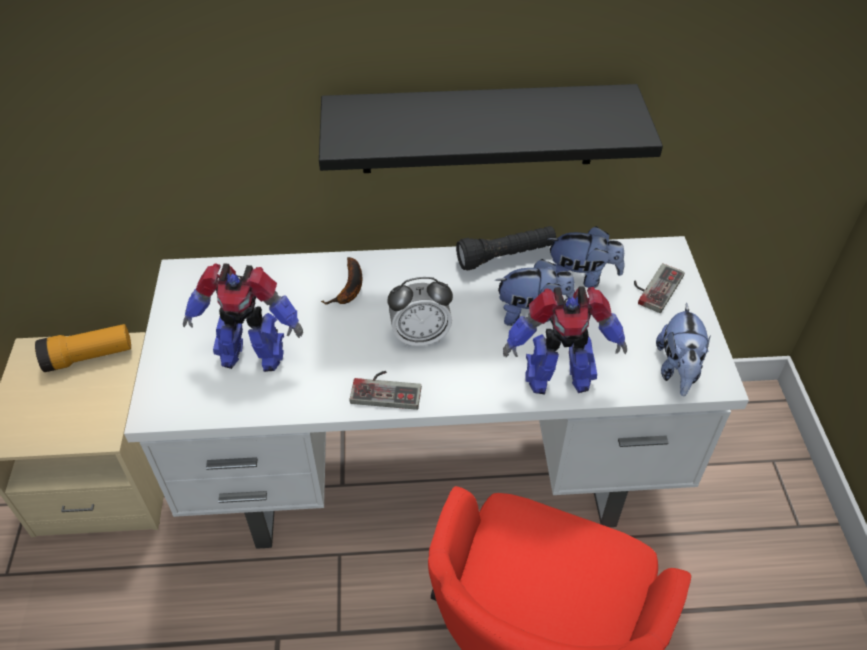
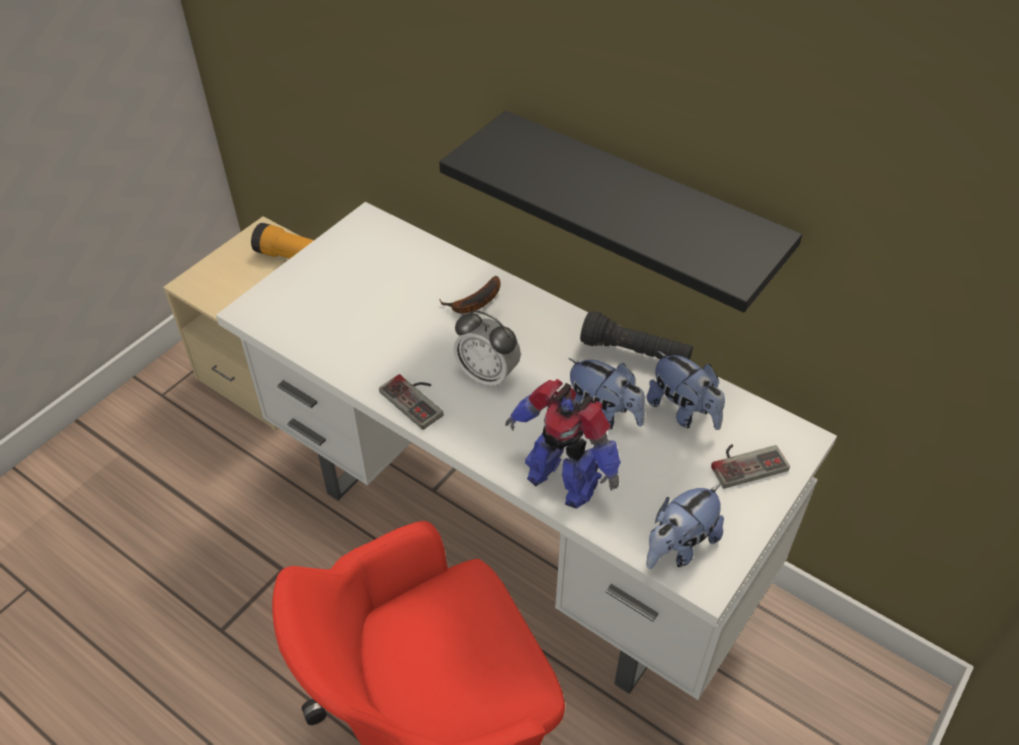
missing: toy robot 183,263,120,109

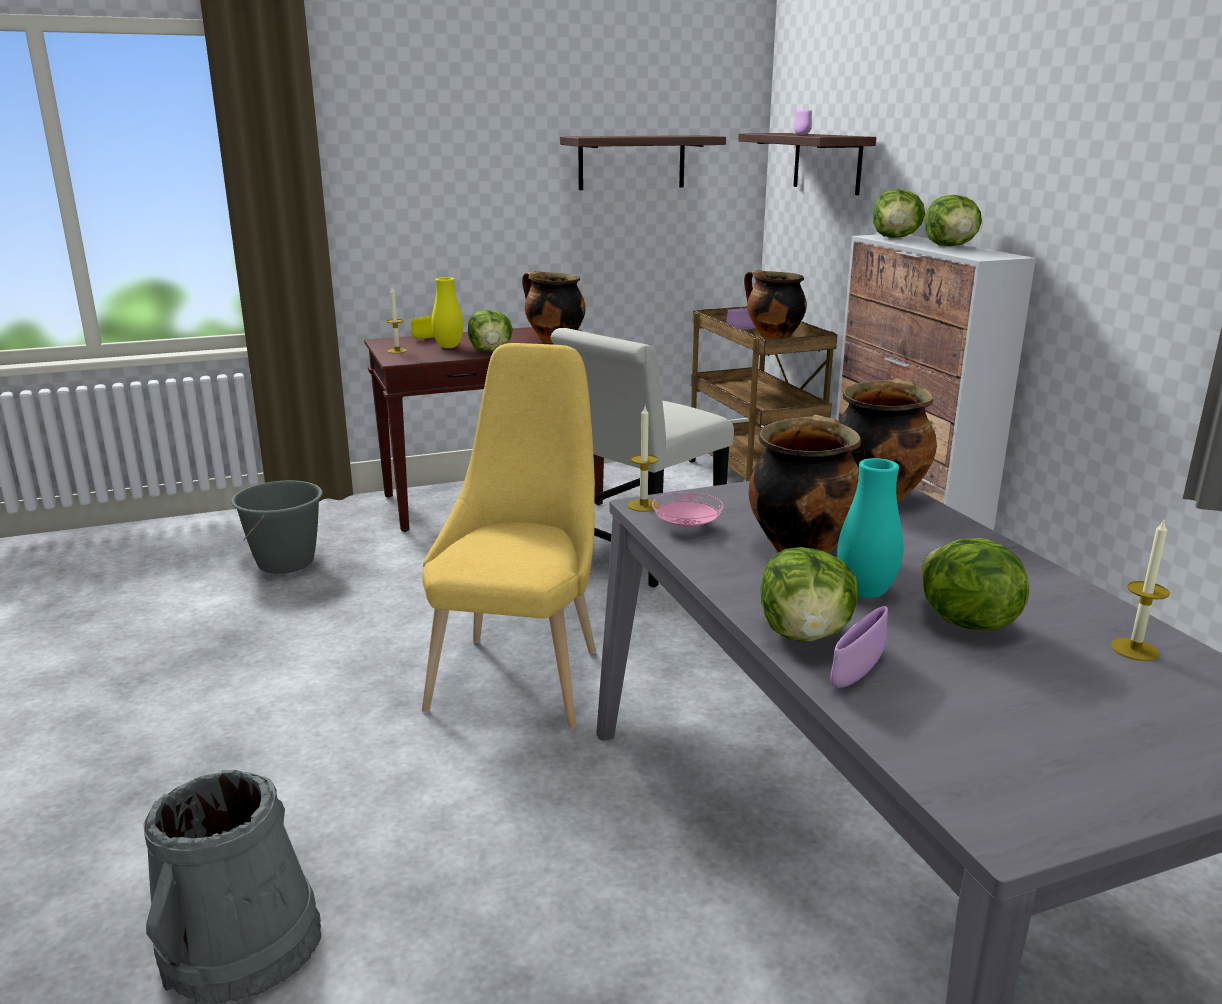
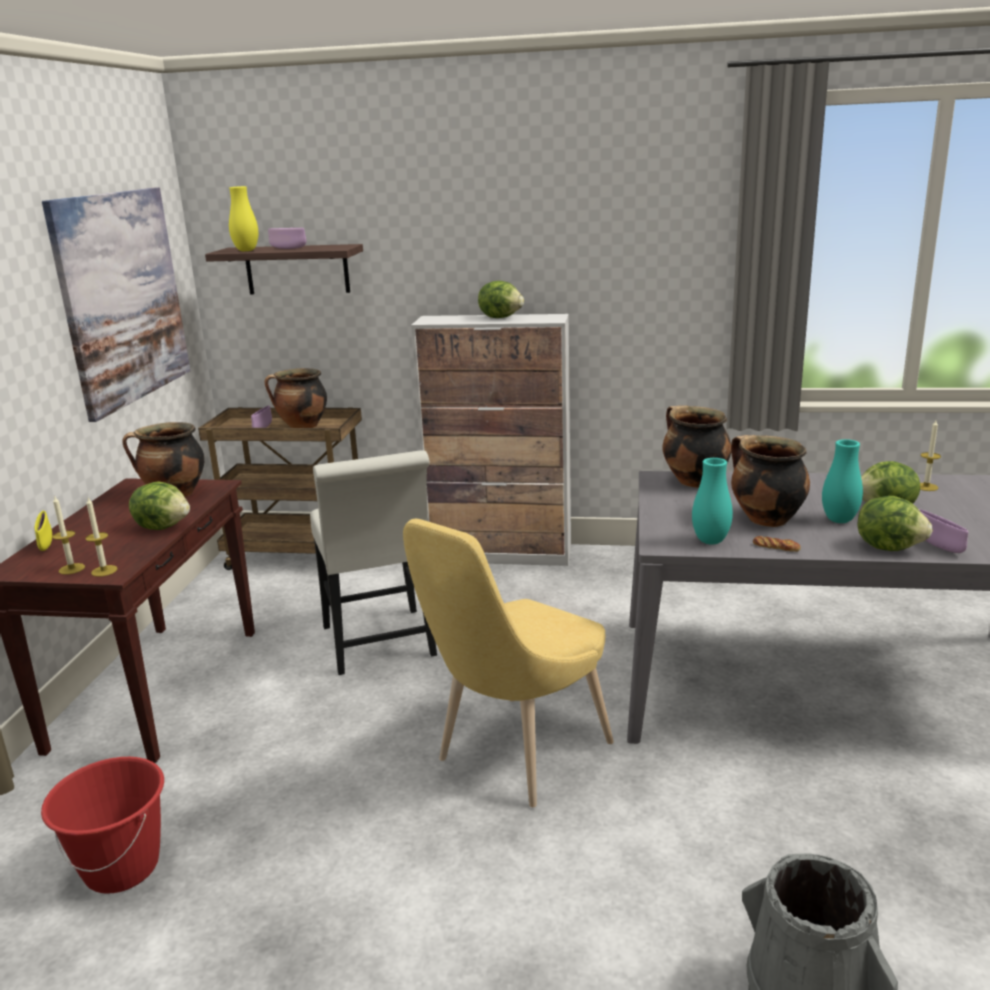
missing: lettuce 873,189,52,49
appeared: bread 753,536,48,16
relocated: yellow vase 432,277,31,71 to 229,186,29,65; candle 628,406,32,106 to 85,498,32,79
exchanged: shelf 560,135,166,55 to picture 42,187,148,235; pink plate 652,492,72,35 to turquoise vase 692,458,41,87
colour: grey bucket 231,481,92,93 to red bucket 41,757,123,137
spun: yellow chair 422,343,174,385 = 403,519,211,288 90 degrees counterclockwise

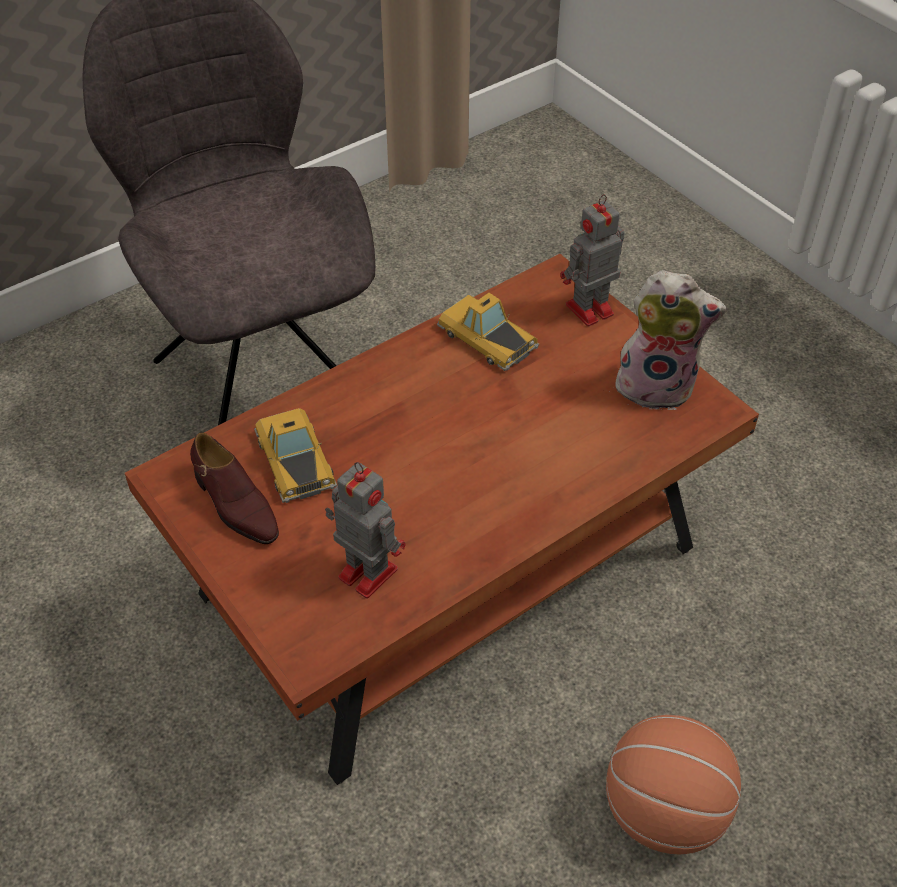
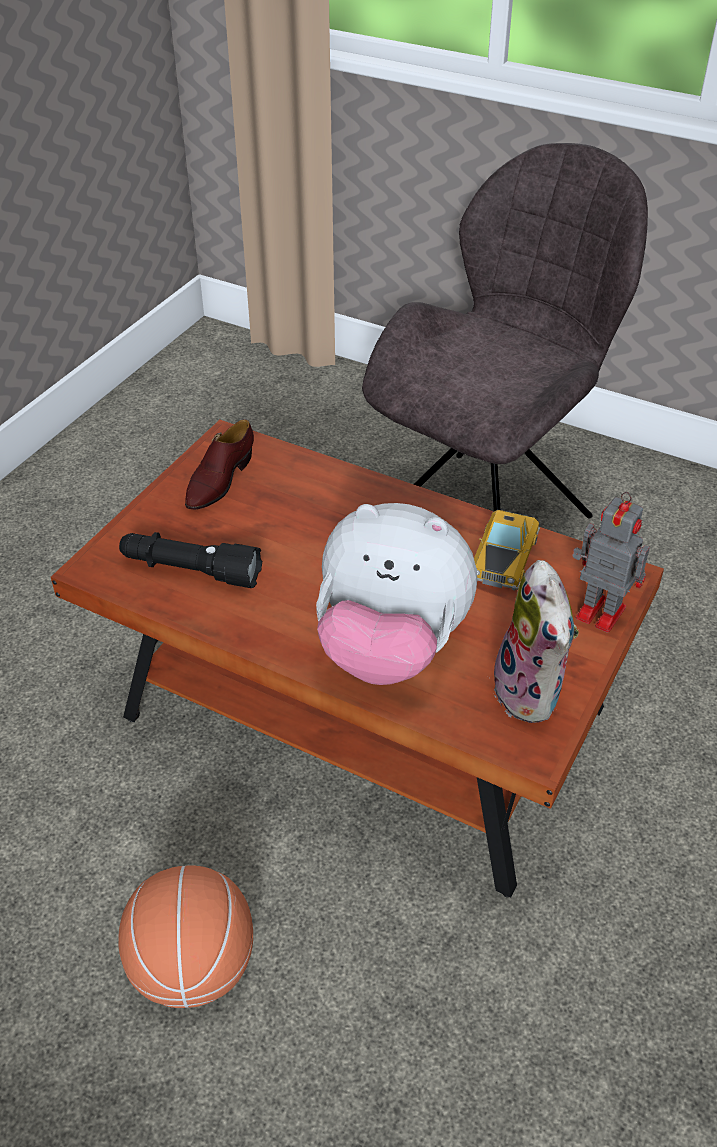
missing: toy car 254,408,83,95
appeared: plush toy 316,503,161,182
exchanged: toy robot 325,462,81,136 to black flashlight 119,532,143,56

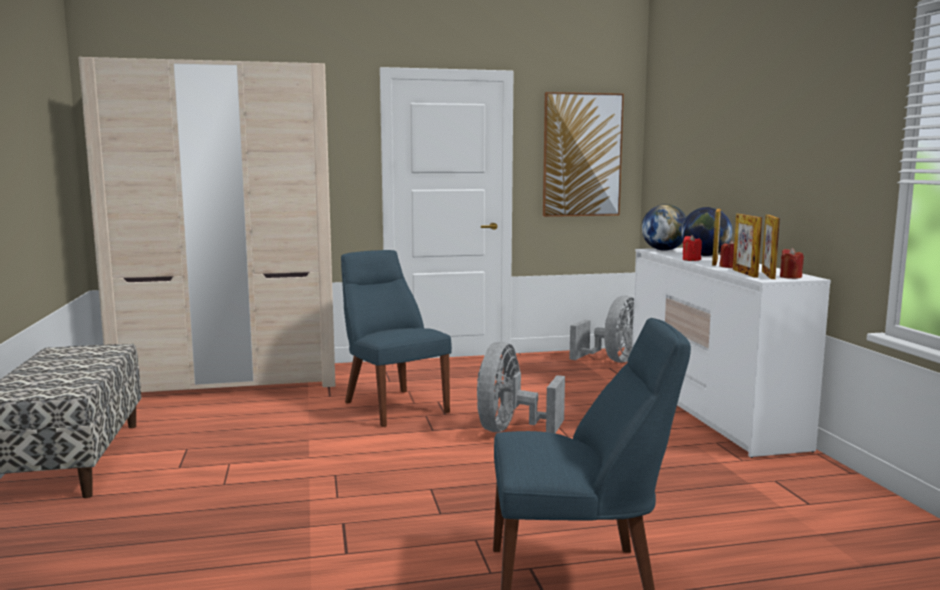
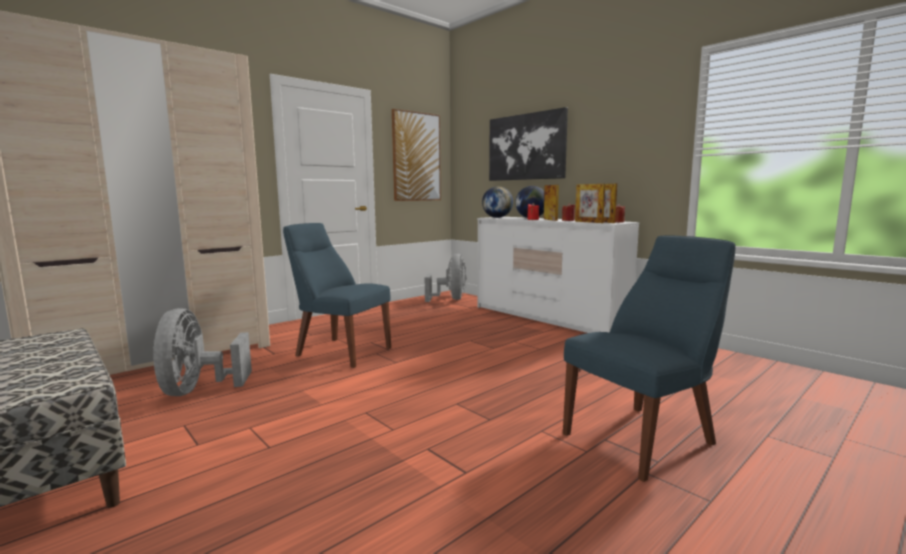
appeared: picture 489,107,79,74
relocated: grey fan 477,342,88,91 to 153,308,99,88

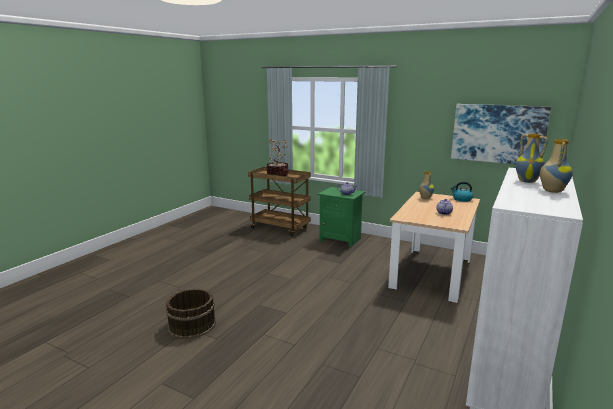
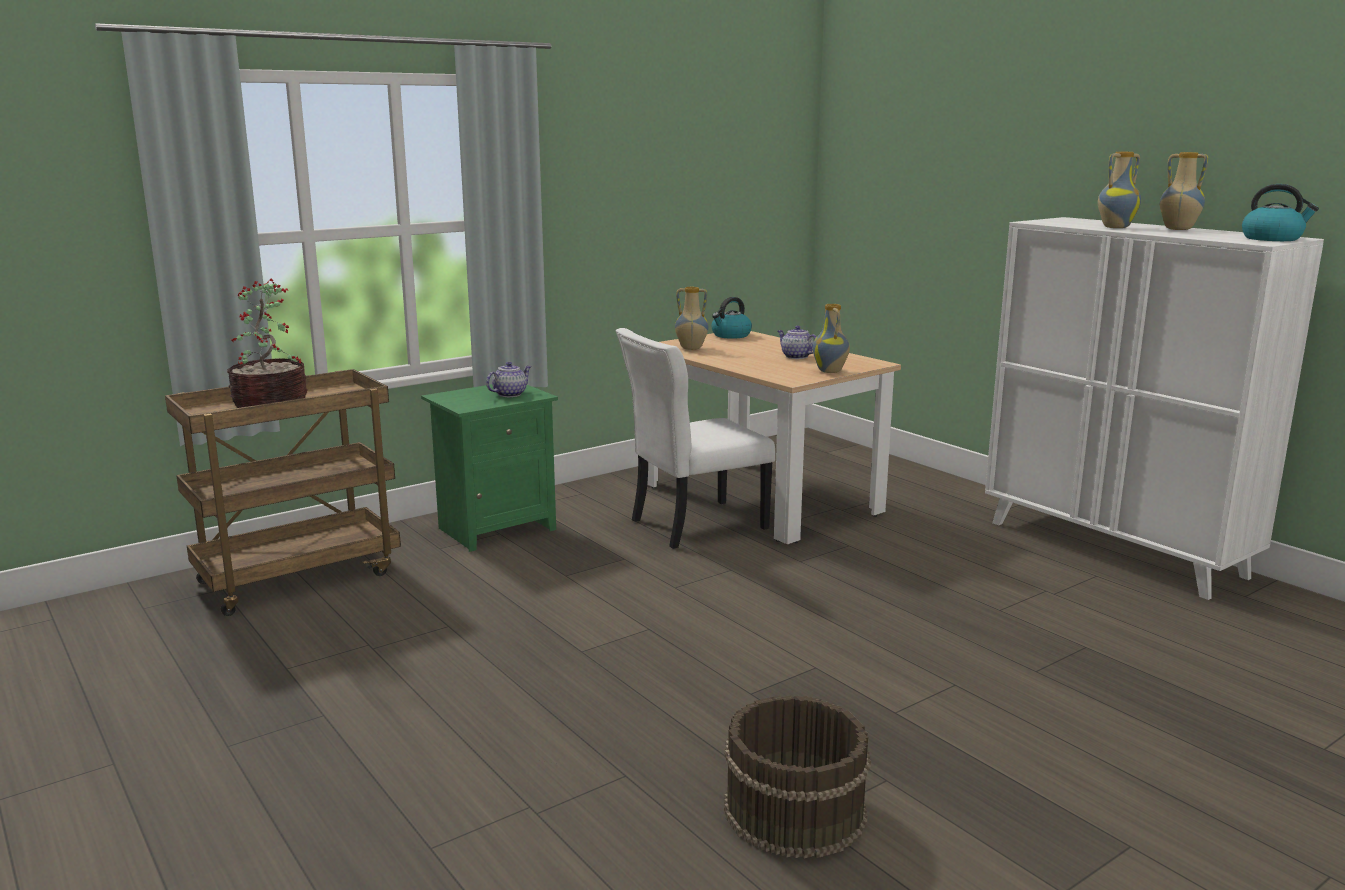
missing: picture 451,104,100,60
appeared: white chair 616,328,159,221; vase 813,304,37,69; kettle 1242,184,77,57

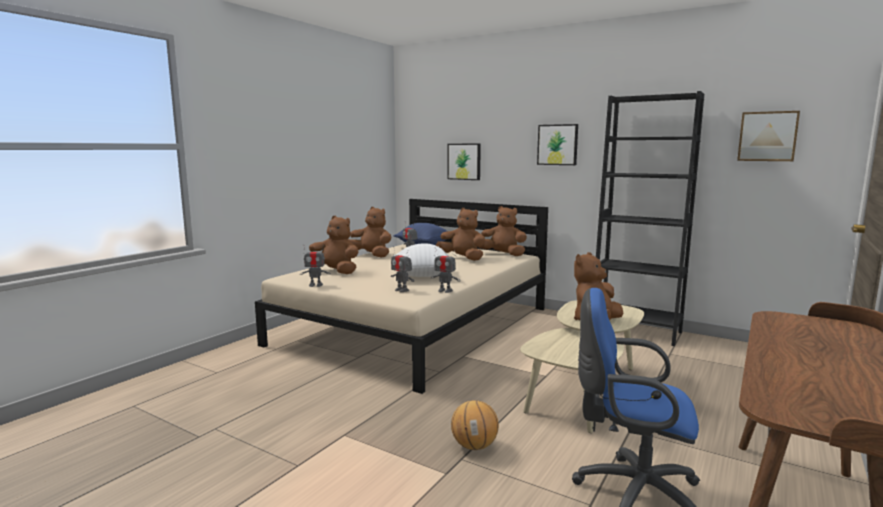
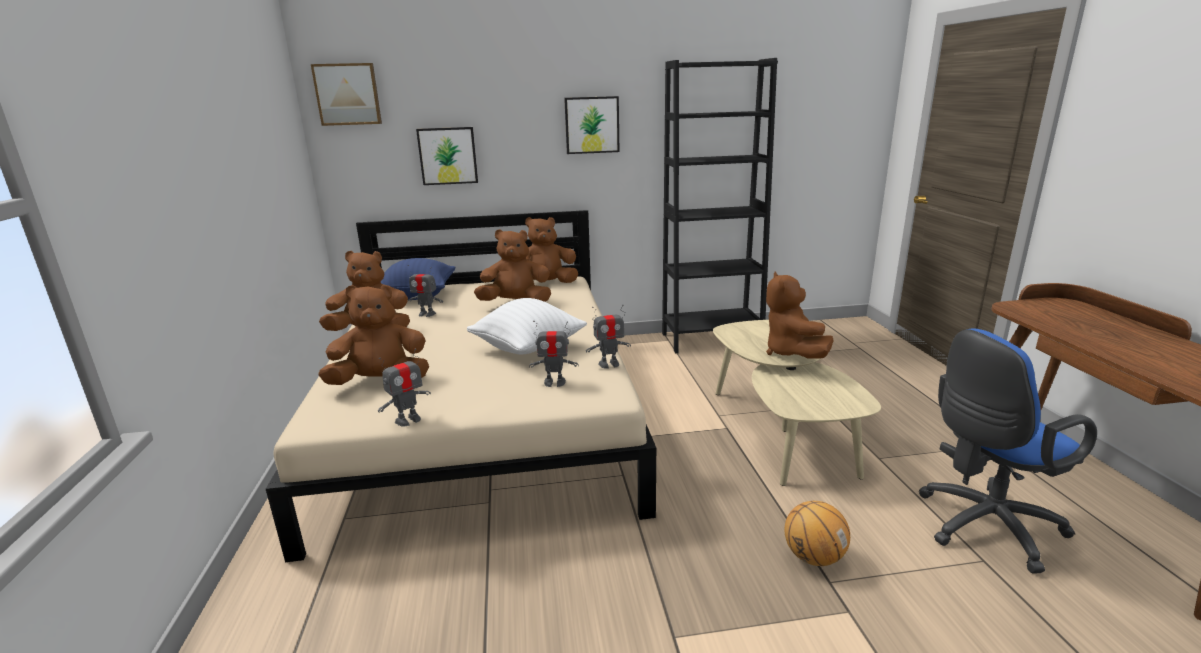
relocated: picture 737,111,63,50 to 311,63,71,63

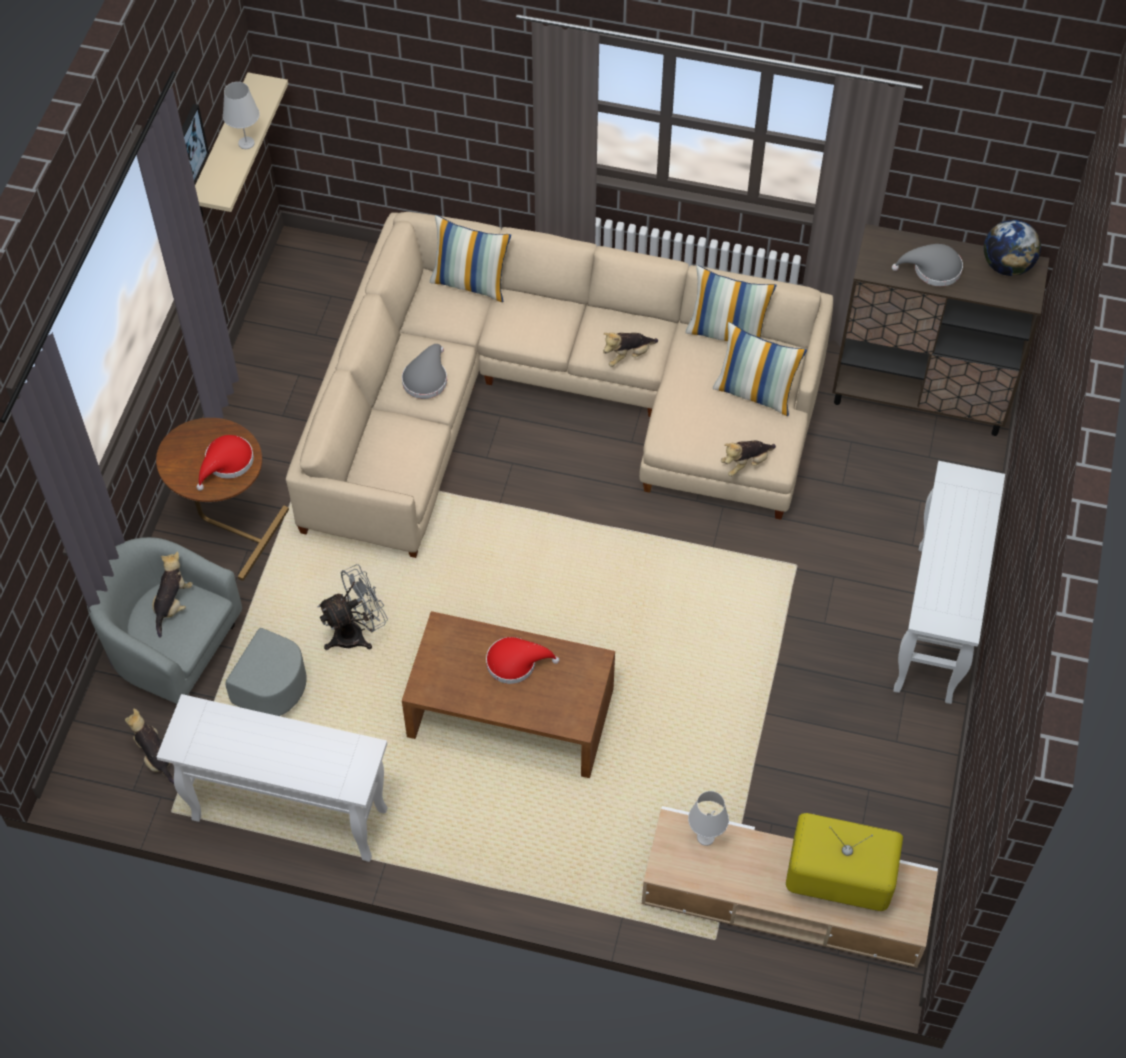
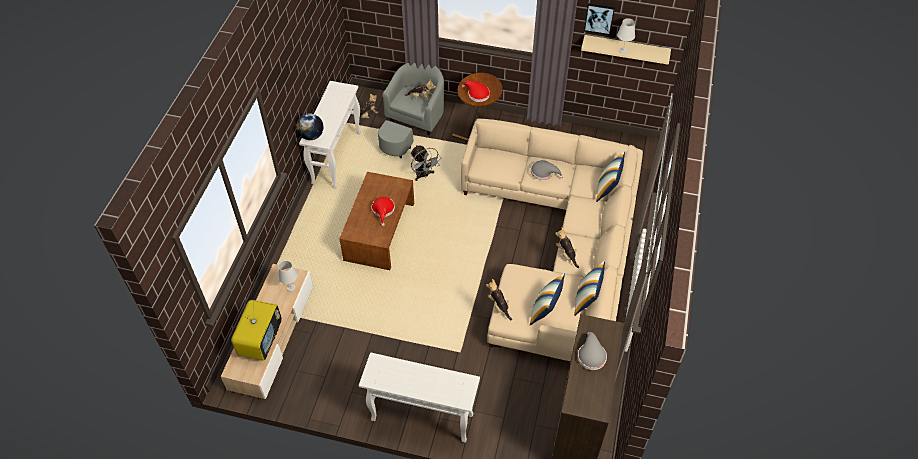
relocated: globe 984,219,57,57 to 296,113,27,27

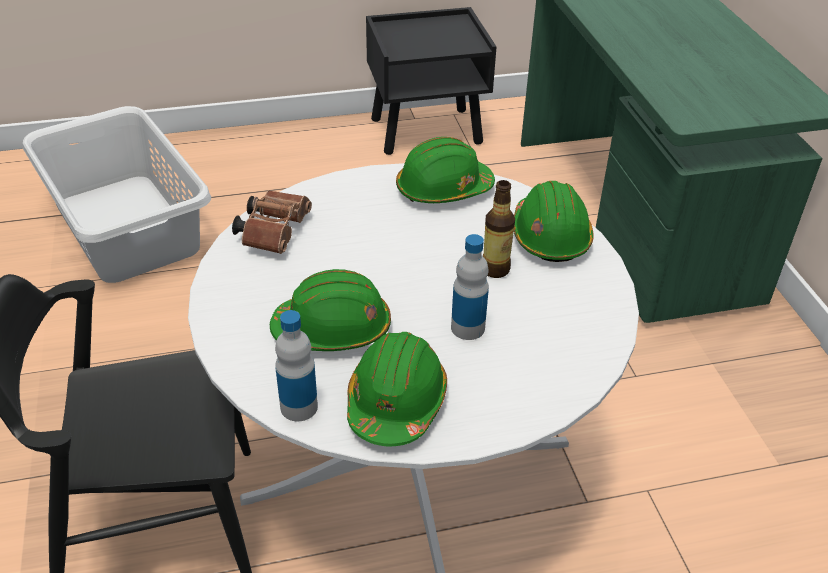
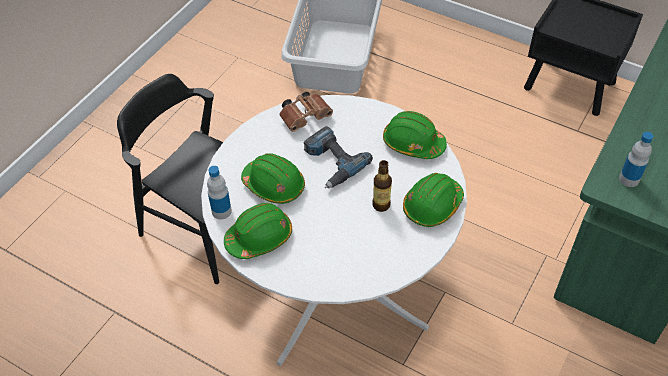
appeared: power drill 304,126,69,63
relocated: bottle 451,234,38,106 to 619,132,34,55

